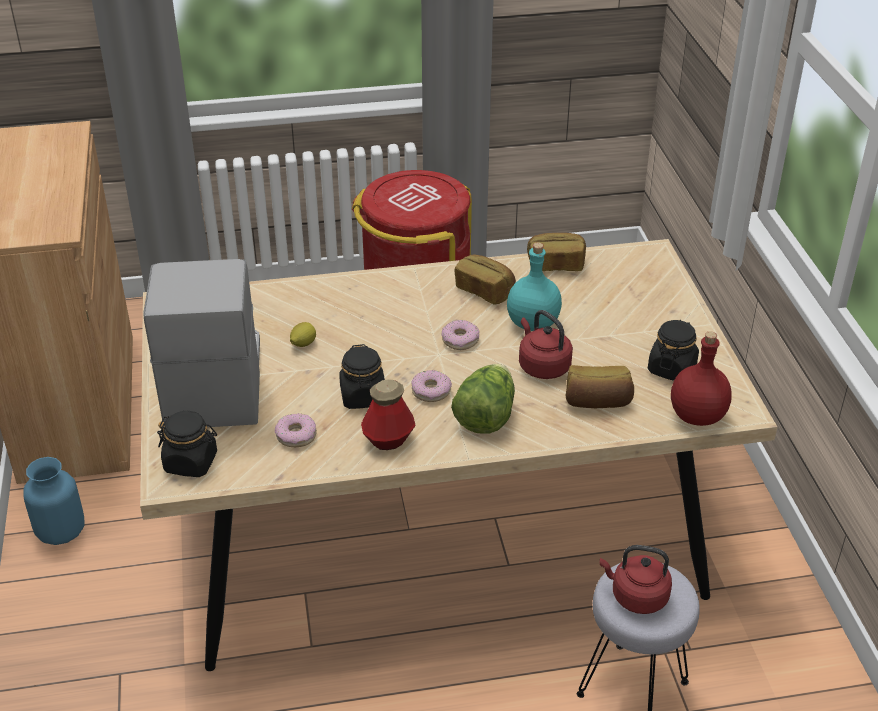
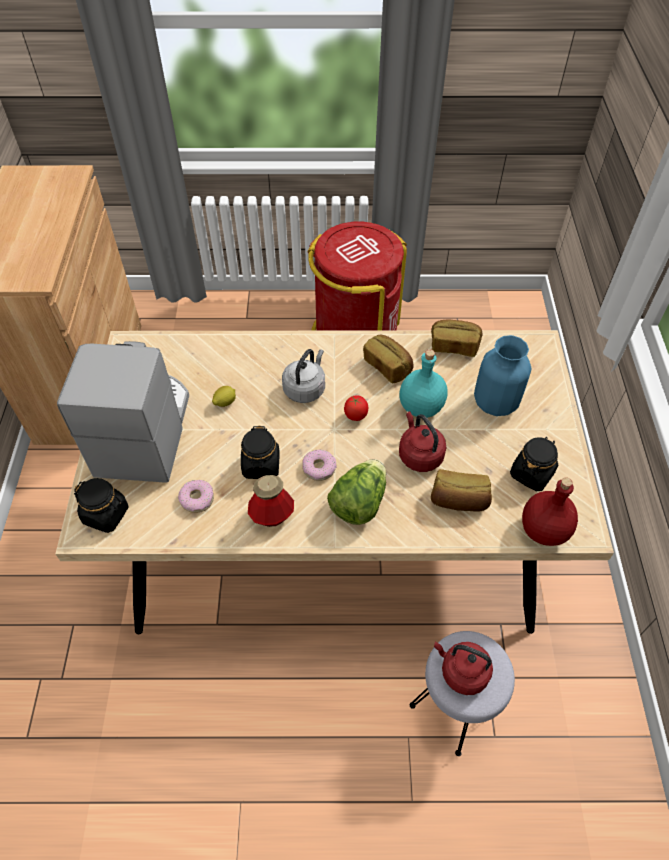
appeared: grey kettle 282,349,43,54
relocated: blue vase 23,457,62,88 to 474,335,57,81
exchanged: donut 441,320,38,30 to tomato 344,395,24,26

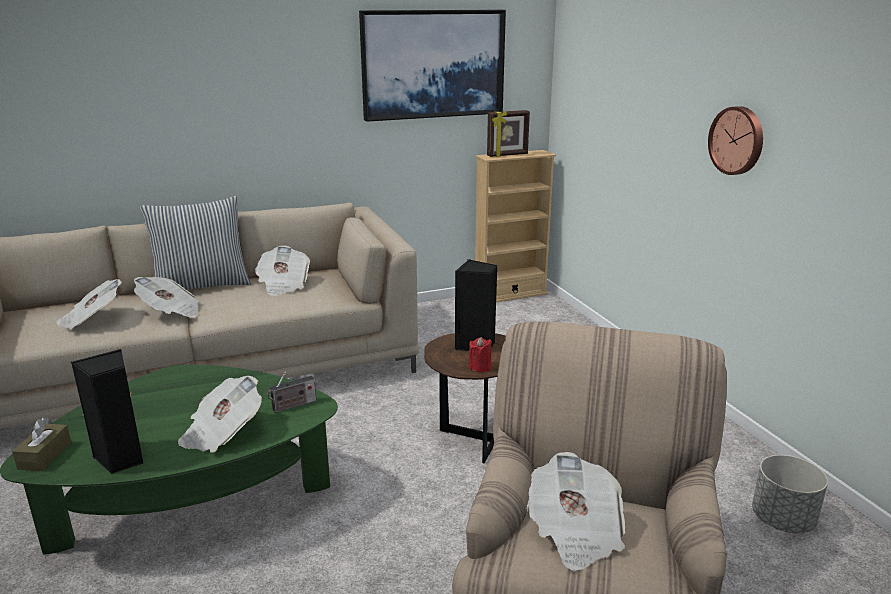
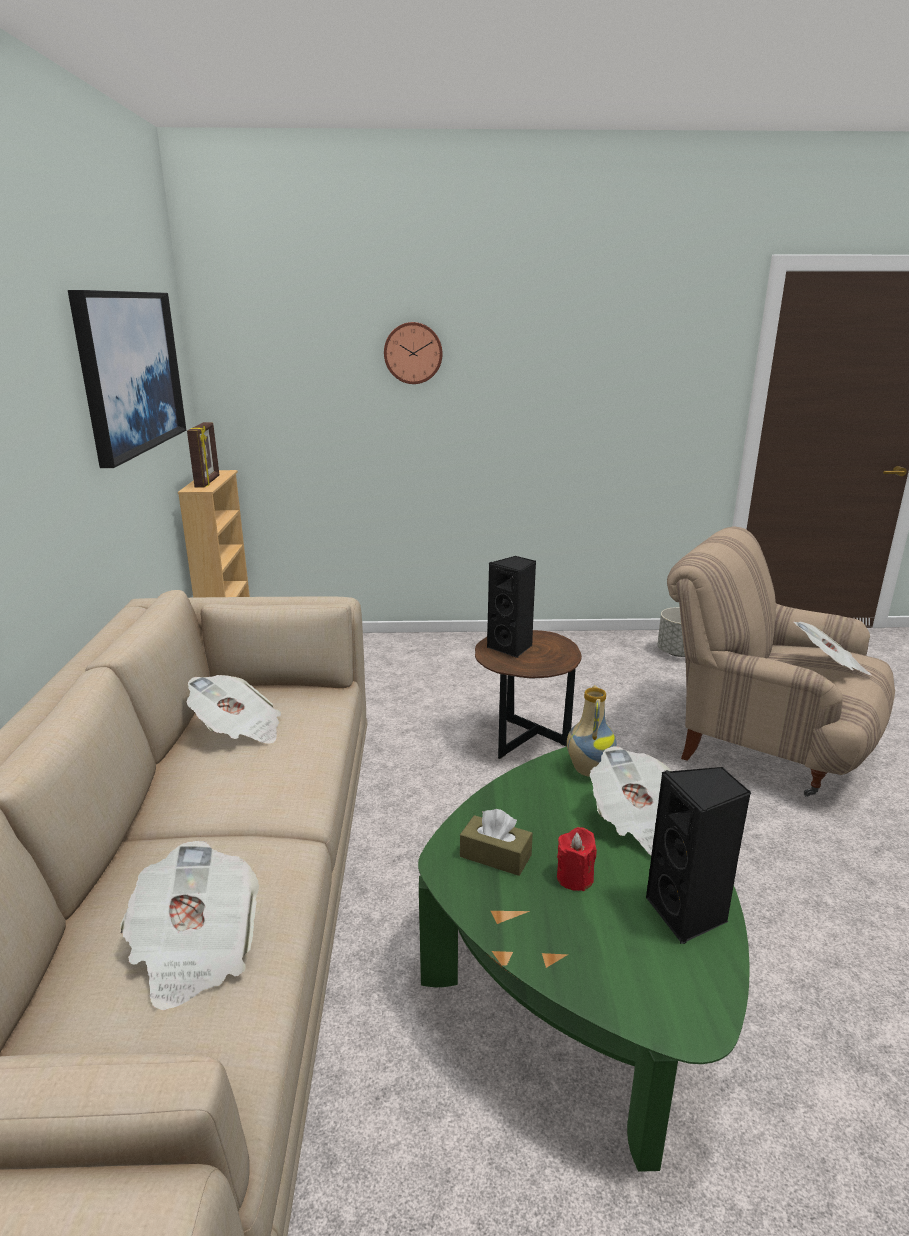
missing: newspaper 134,277,66,41; pillow 140,196,111,94
relocated: brown tissue box 12,417,59,54 to 460,809,73,67; red candle 469,337,23,35 to 557,827,40,64; wall clock 708,106,55,69 to 384,322,59,62
exchanged: radio 267,372,49,41 to vase 567,685,50,92

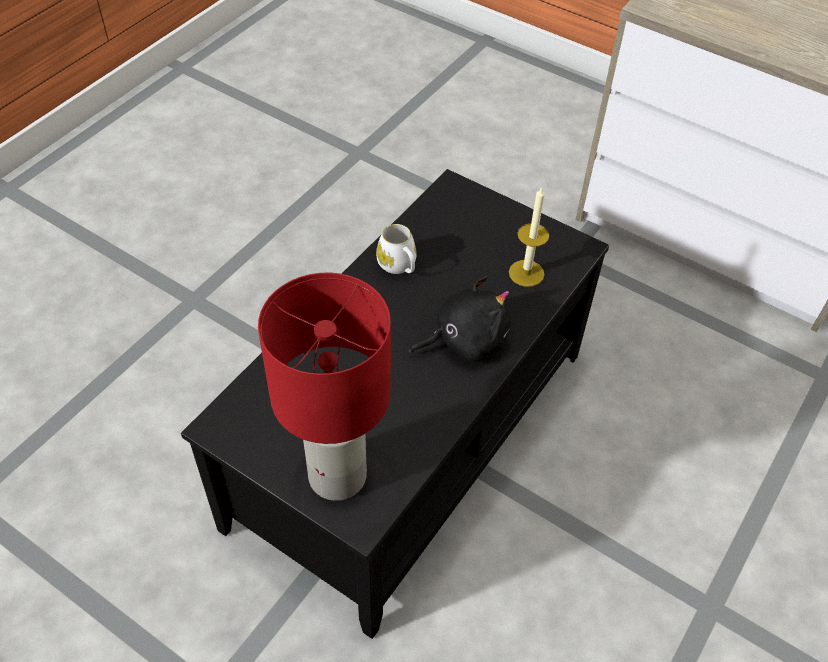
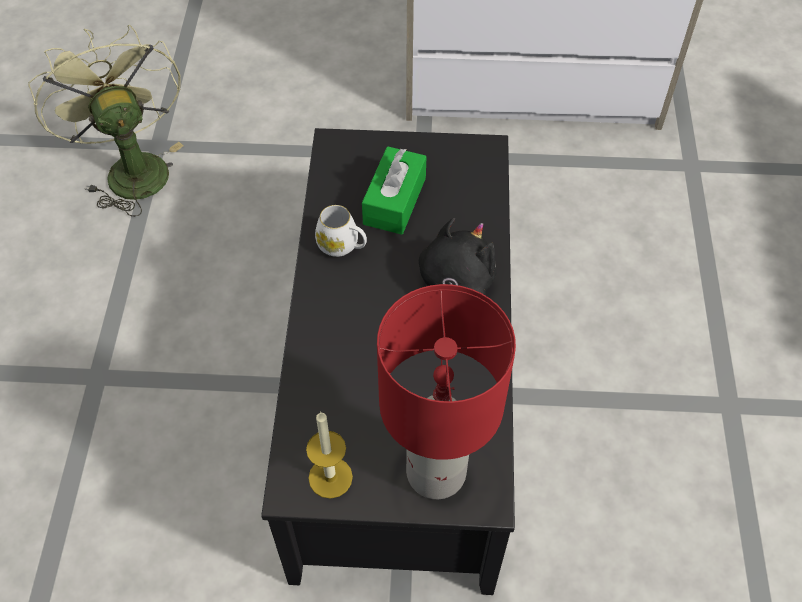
appeared: green fan 28,25,156,192; green tissue box 362,146,65,89
relocated: candle 509,186,40,101 to 306,411,47,88

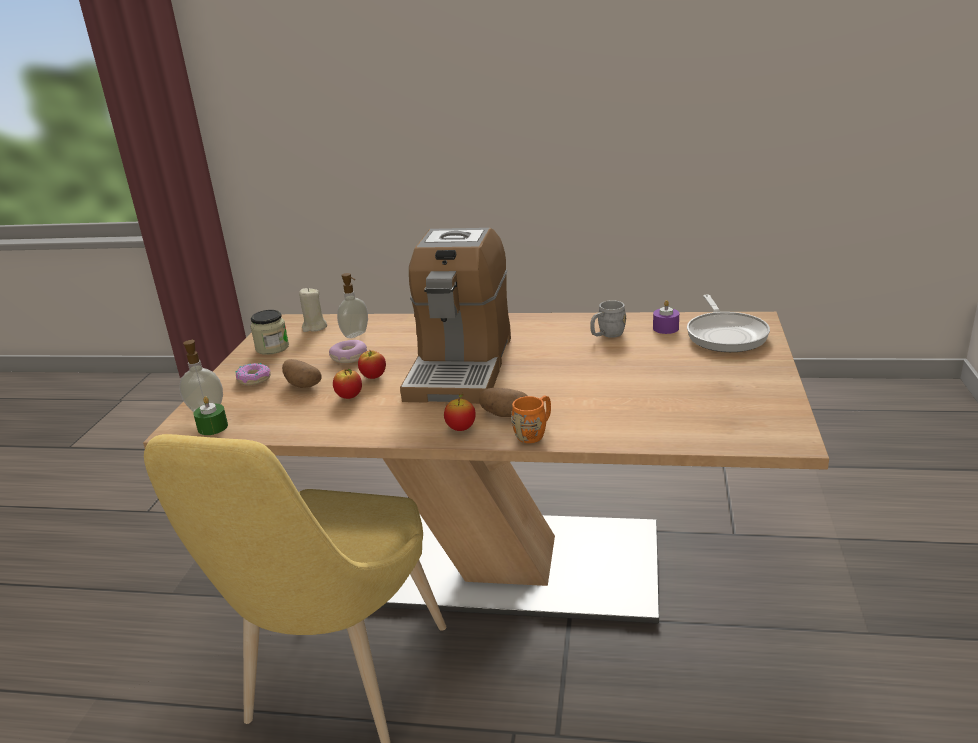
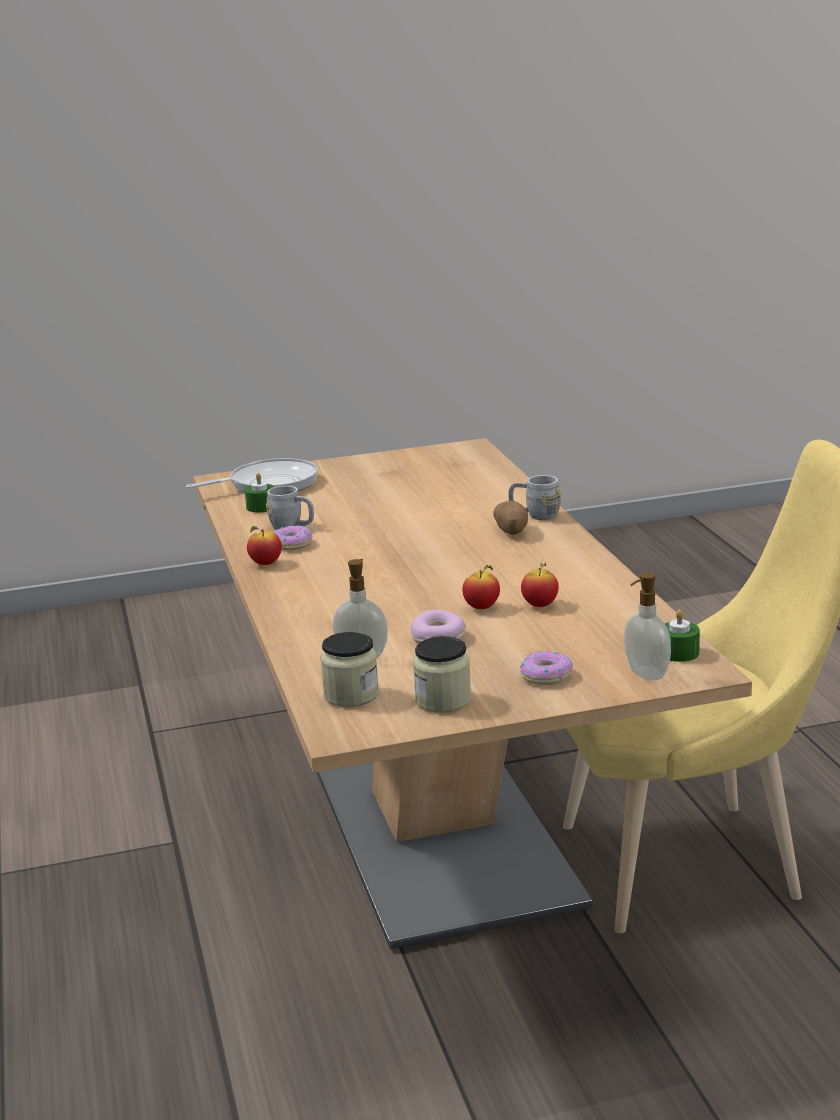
missing: potato 282,359,40,29; coffee machine 400,228,111,176
appeared: donut 273,526,40,24
relocated: apple 444,392,32,39 to 247,526,35,39
exchanged: beige candle 299,288,28,44 to jar 320,632,59,75
colour: orange mug 511,395,40,48 to grey mug 508,475,53,45; purple candle 653,300,26,34 to green candle 245,473,30,40

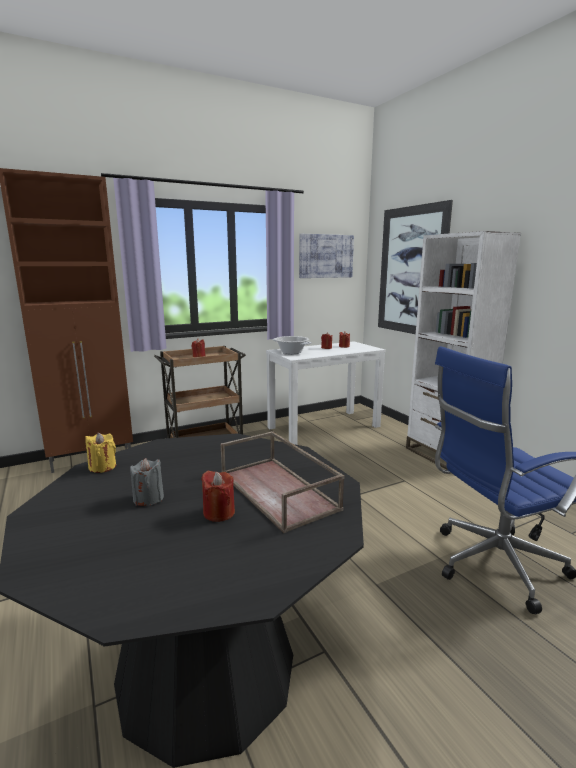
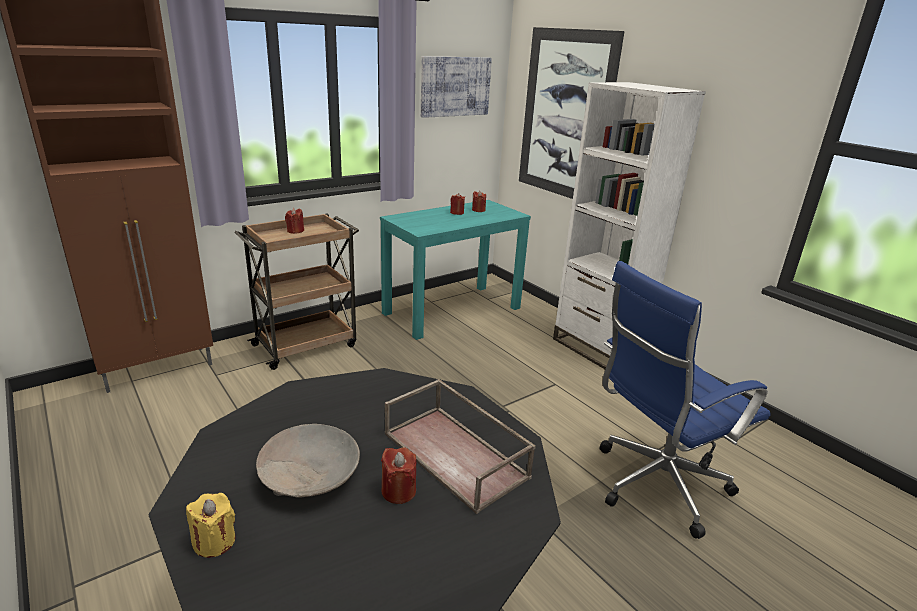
missing: cooking pot 273,336,39,18
relocated: yellow candle 85,433,31,40 to 186,493,50,65
exchanged: grey candle 130,458,34,48 to beige bowl 256,424,104,74
colour: white console table 266,341,120,104 to turquoise console table 380,200,151,140

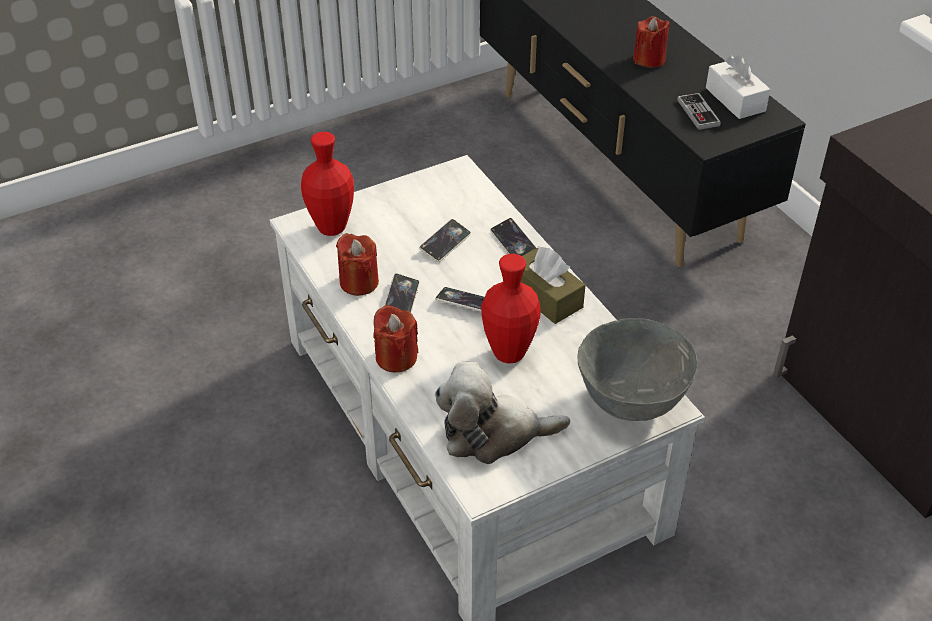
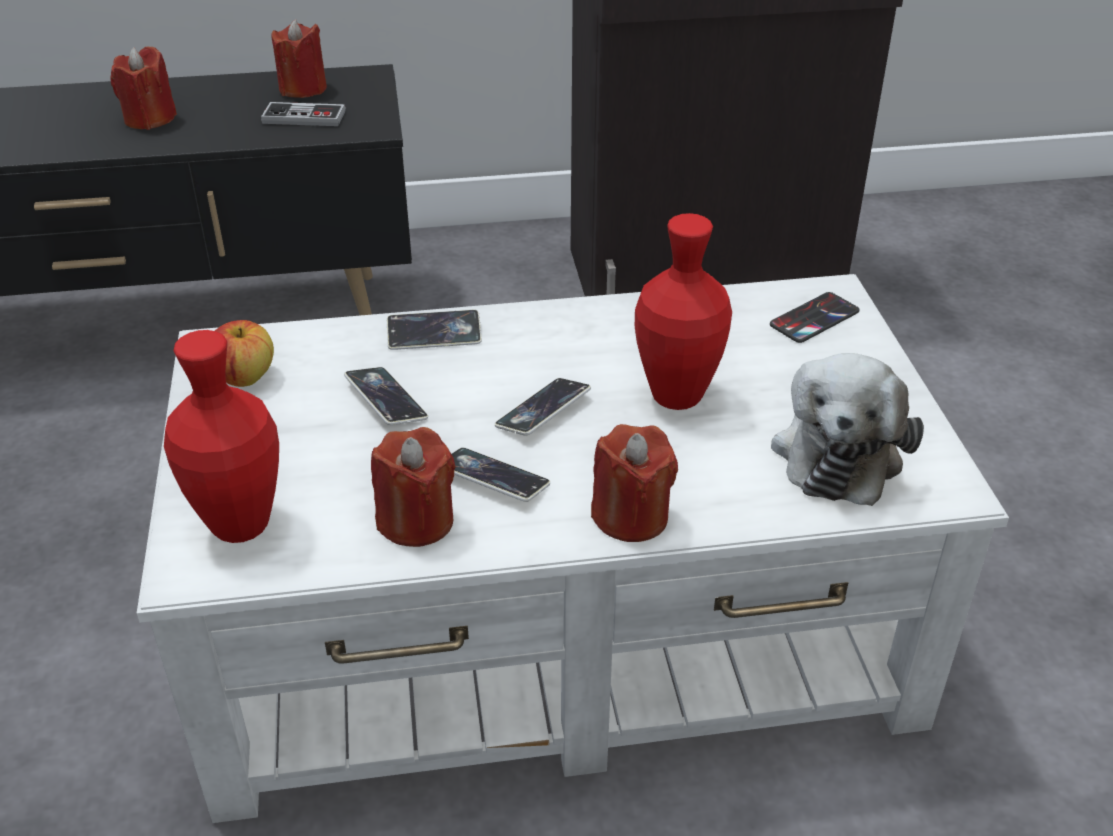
missing: brown tissue box 521,246,64,78
appeared: apple 215,320,59,67
exchanged: grey bowl 578,318,120,103 to phone 770,292,90,51; white tissue box 706,55,64,64 to red candle 271,19,56,79

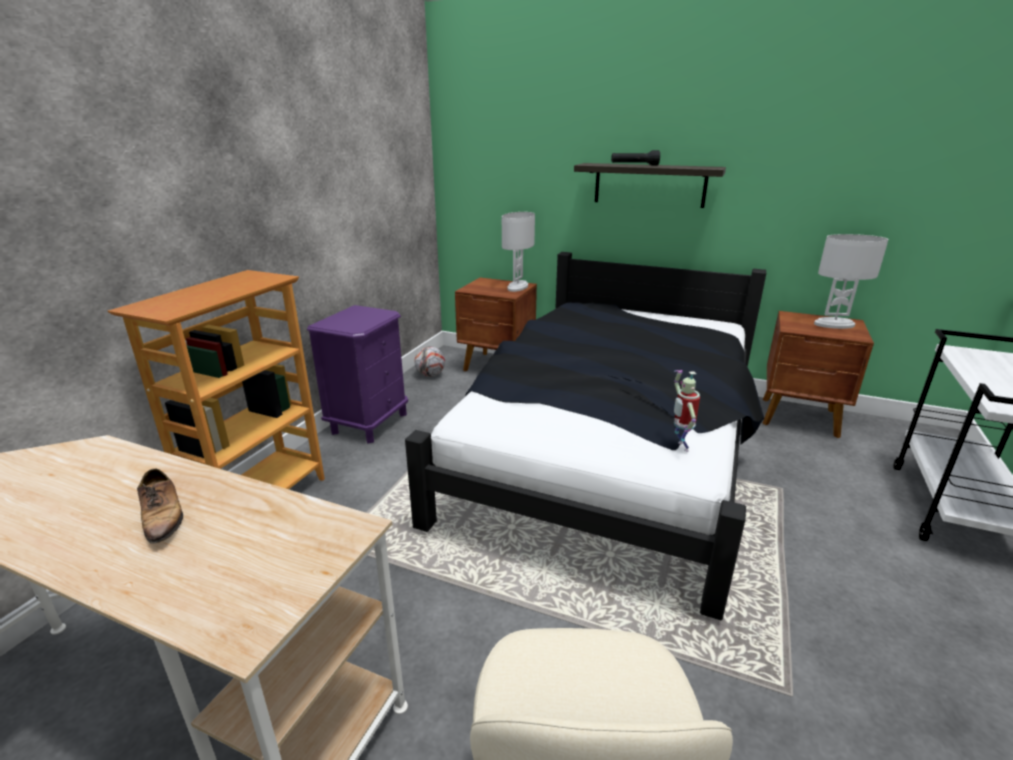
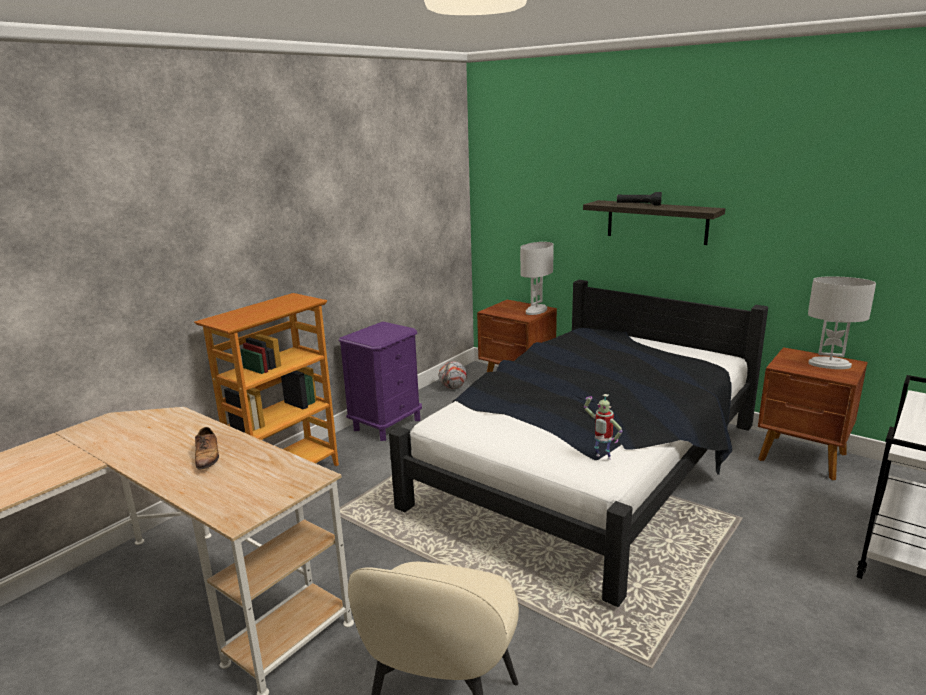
spun: toy robot 674,370,26,82 = 584,394,39,66 60 degrees counterclockwise

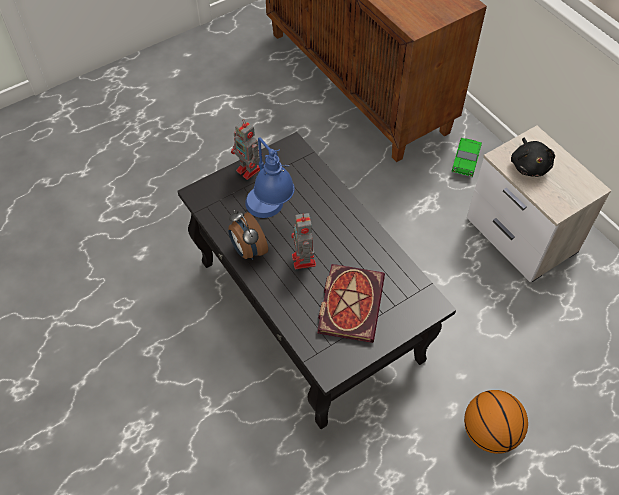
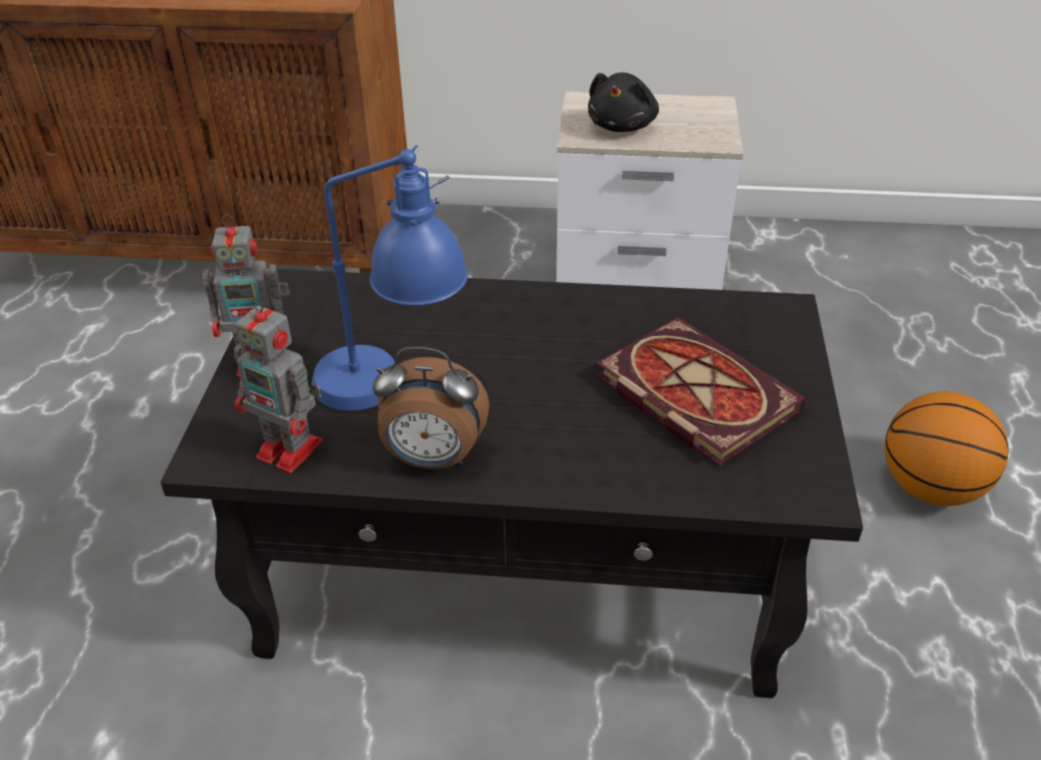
missing: toy car 451,138,31,39
relocated: toy robot 291,213,25,56 to 234,297,89,176
spun: black plush toy 511,138,44,39 = 588,73,71,59 75 degrees clockwise

